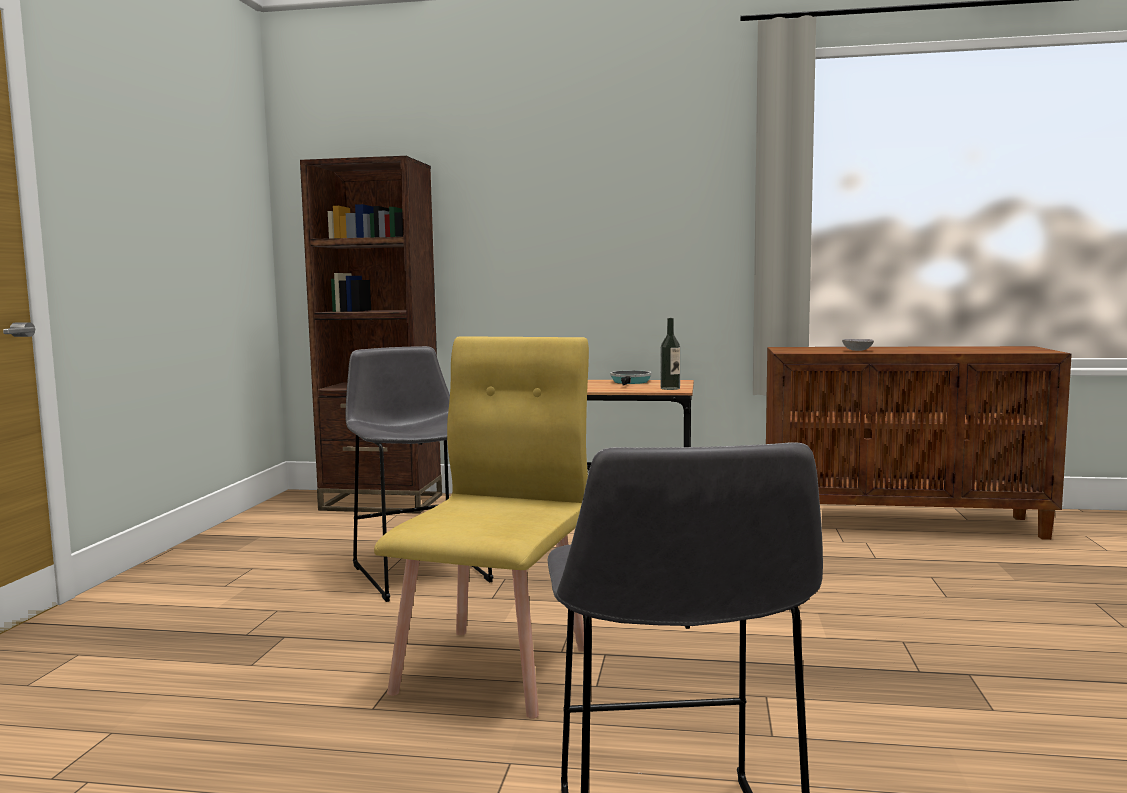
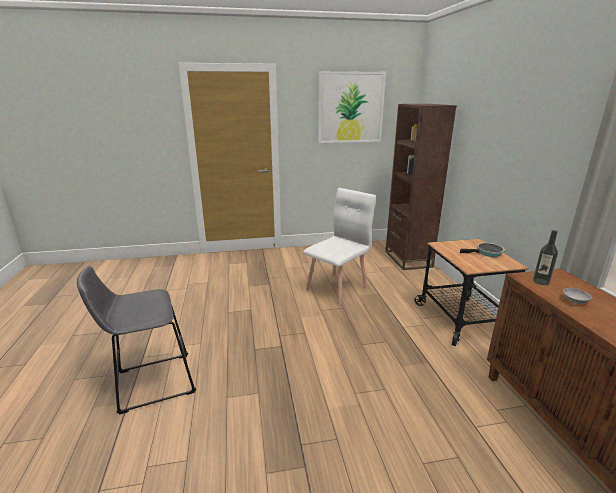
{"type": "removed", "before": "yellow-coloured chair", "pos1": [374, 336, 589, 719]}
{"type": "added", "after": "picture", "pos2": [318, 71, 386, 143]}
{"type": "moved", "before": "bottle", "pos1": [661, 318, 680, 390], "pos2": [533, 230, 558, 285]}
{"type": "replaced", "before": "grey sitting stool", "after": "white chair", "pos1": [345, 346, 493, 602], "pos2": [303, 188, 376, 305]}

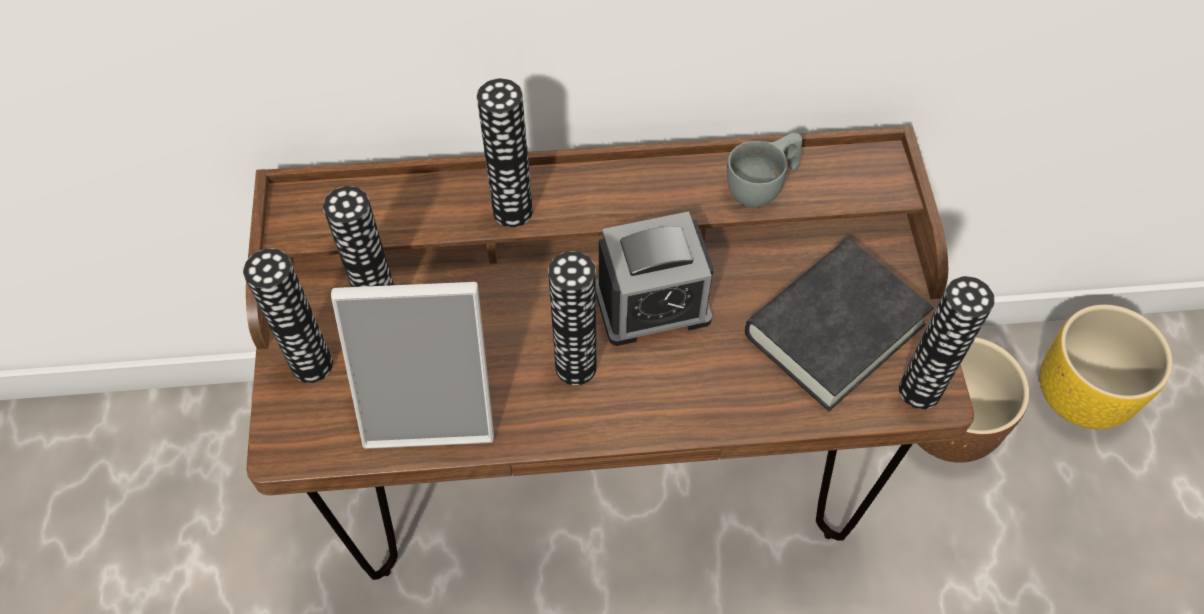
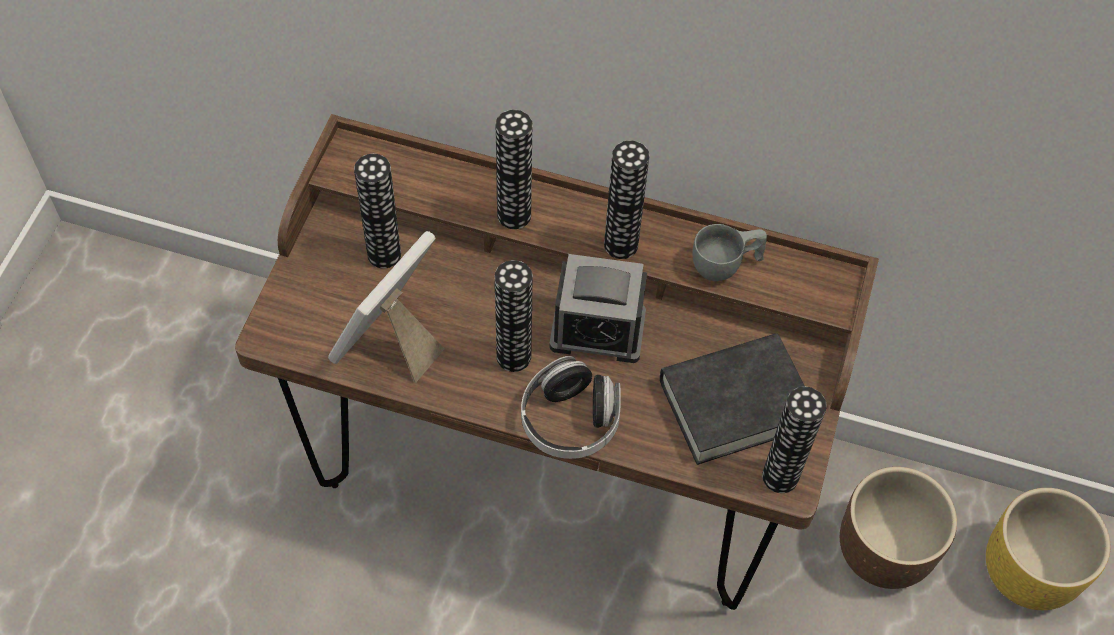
{"type": "added", "after": "headset", "pos2": [521, 356, 621, 459]}
{"type": "moved", "before": "flower vase", "pos1": [243, 249, 333, 383], "pos2": [604, 140, 649, 259]}
{"type": "turned", "before": "picture frame", "pos1": [331, 282, 494, 449], "pos2": [328, 231, 444, 383], "turn": 105}

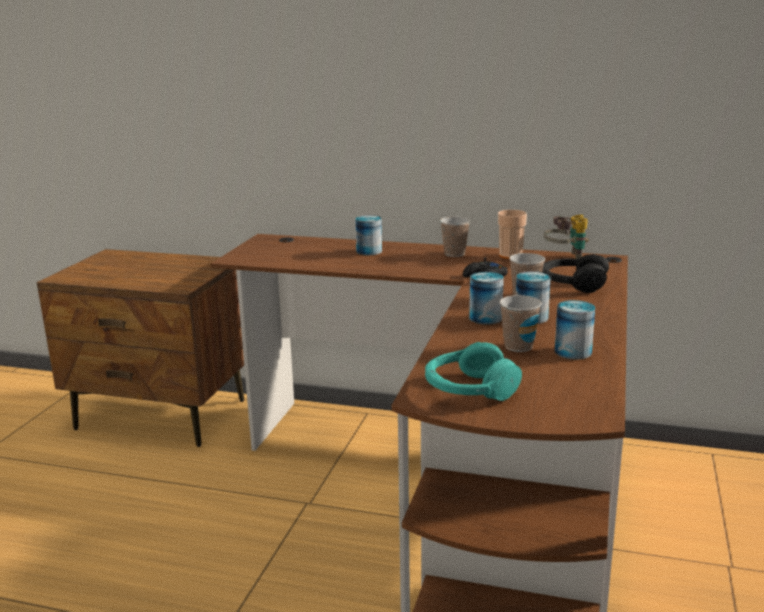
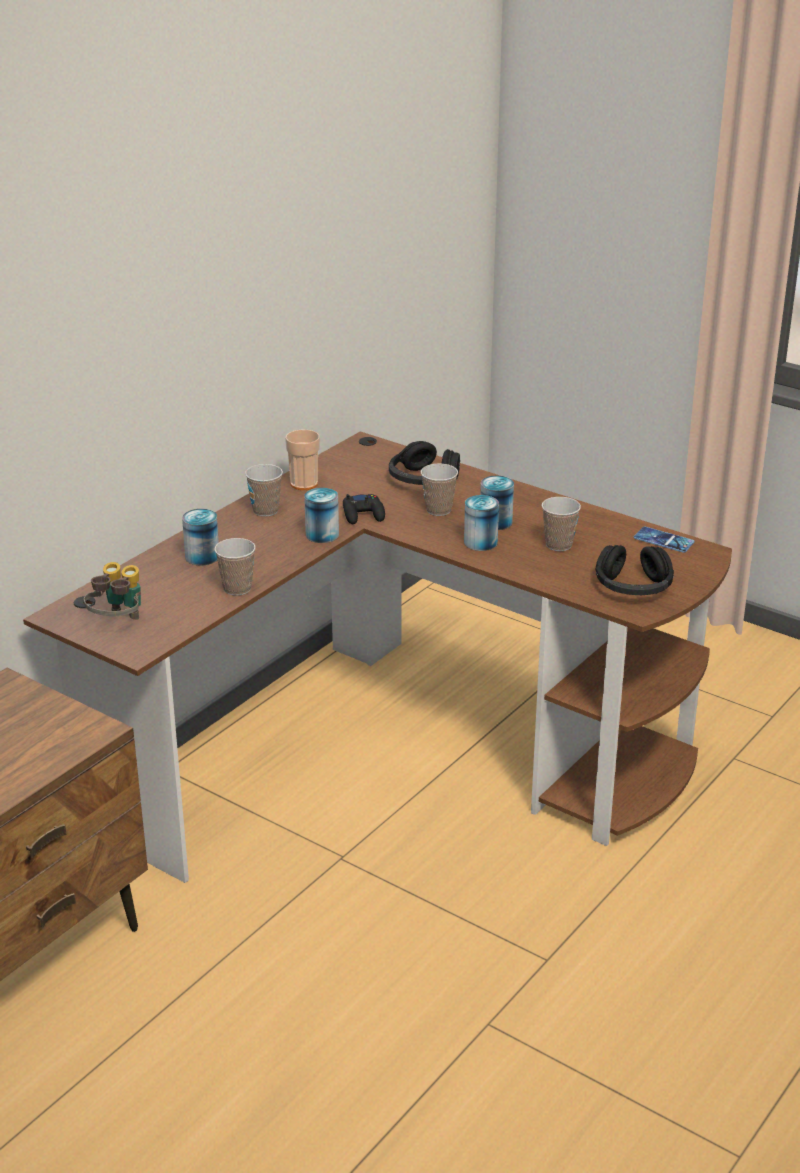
{"type": "added", "after": "small cup", "pos2": [214, 538, 256, 596]}
{"type": "added", "after": "handset", "pos2": [634, 527, 694, 553]}
{"type": "moved", "before": "pair of binoculars", "pos1": [544, 214, 589, 259], "pos2": [84, 562, 141, 620]}
{"type": "moved", "before": "metal can", "pos1": [555, 300, 595, 359], "pos2": [304, 488, 339, 543]}
{"type": "recoloured", "before": "turquoise-coloured headset", "after": "black-coloured headset", "pos1": [425, 342, 522, 401], "pos2": [596, 545, 674, 595]}

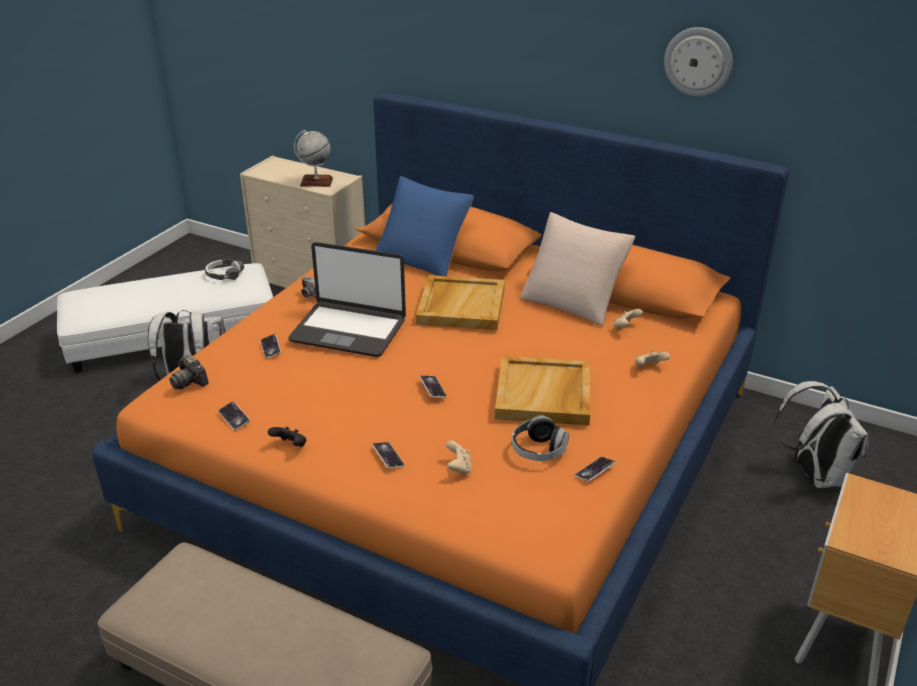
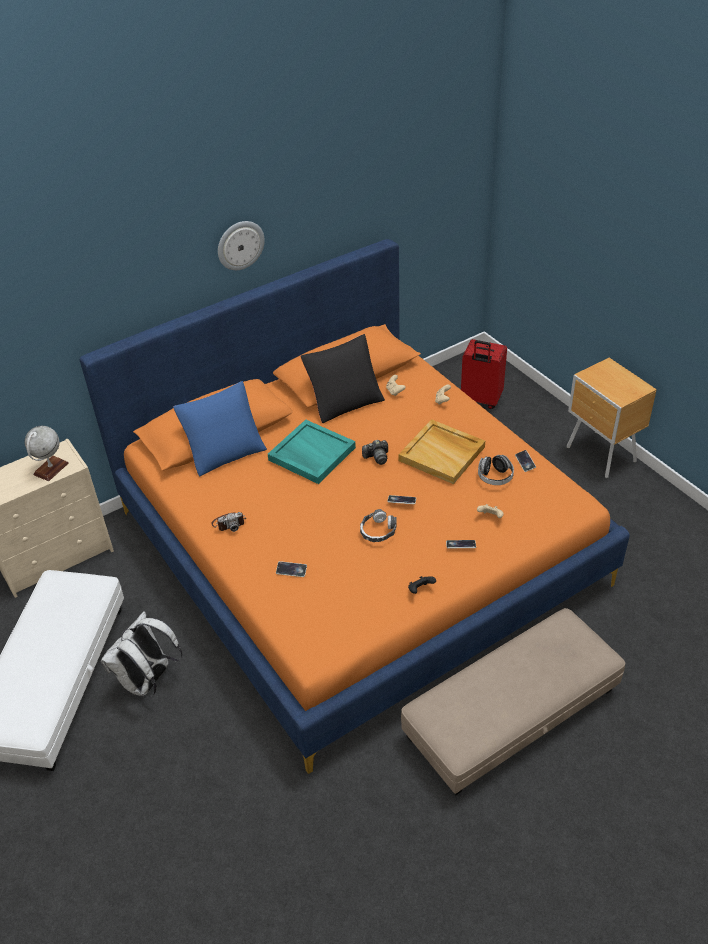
{"type": "removed", "before": "handset", "pos1": [218, 401, 250, 431]}
{"type": "removed", "before": "portable computer", "pos1": [288, 242, 406, 357]}
{"type": "moved", "before": "photo camera", "pos1": [169, 356, 209, 389], "pos2": [362, 440, 388, 465]}
{"type": "moved", "before": "headset", "pos1": [205, 259, 244, 280], "pos2": [360, 509, 397, 542]}
{"type": "moved", "before": "hanging clock", "pos1": [664, 27, 733, 97], "pos2": [218, 221, 265, 270]}
{"type": "replaced", "before": "white backpack", "after": "reddish suitcase", "pos1": [774, 381, 869, 488], "pos2": [461, 339, 507, 409]}
{"type": "recoloured", "before": "sand-coloured tray", "after": "turquoise-coloured tray", "pos1": [416, 275, 505, 330], "pos2": [268, 420, 356, 484]}
{"type": "recoloured", "before": "sand-coloured pillow", "after": "black-coloured pillow", "pos1": [520, 212, 635, 326], "pos2": [300, 334, 385, 423]}

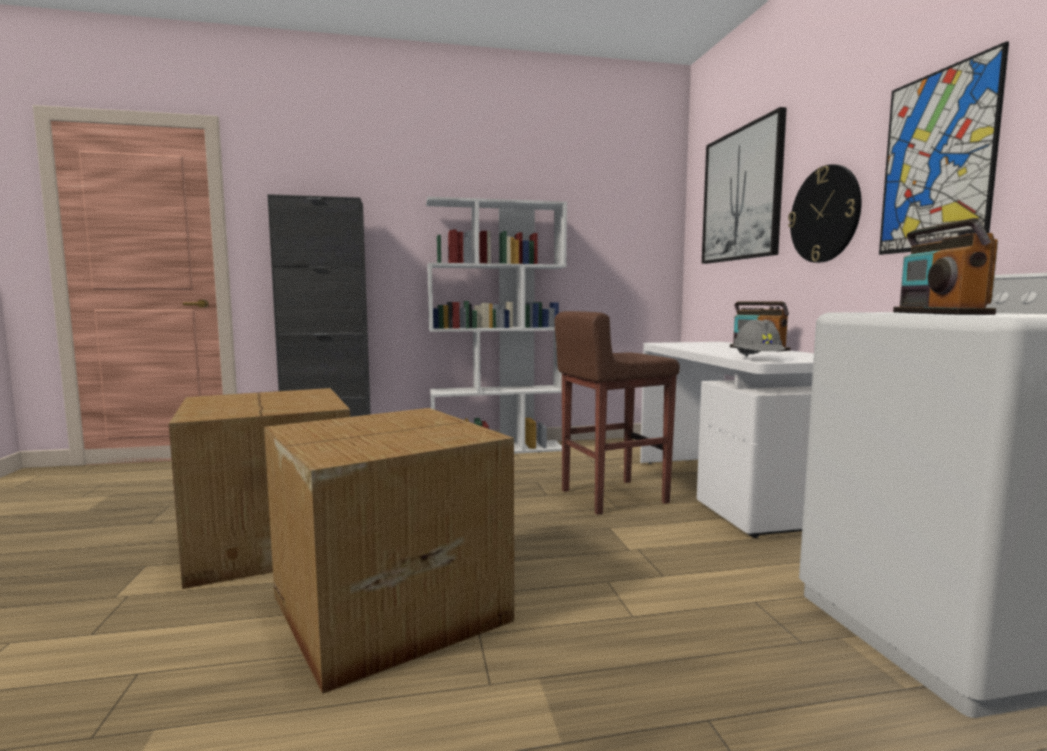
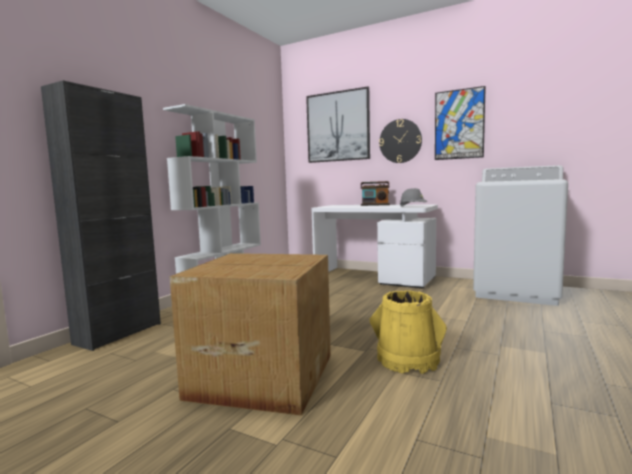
{"type": "removed", "before": "brown sitting stool", "pos1": [555, 311, 680, 515]}
{"type": "removed", "before": "radio set", "pos1": [893, 218, 998, 315]}
{"type": "replaced", "before": "packing box", "after": "yellow-coloured bucket", "pos1": [264, 408, 514, 694], "pos2": [369, 290, 447, 374]}

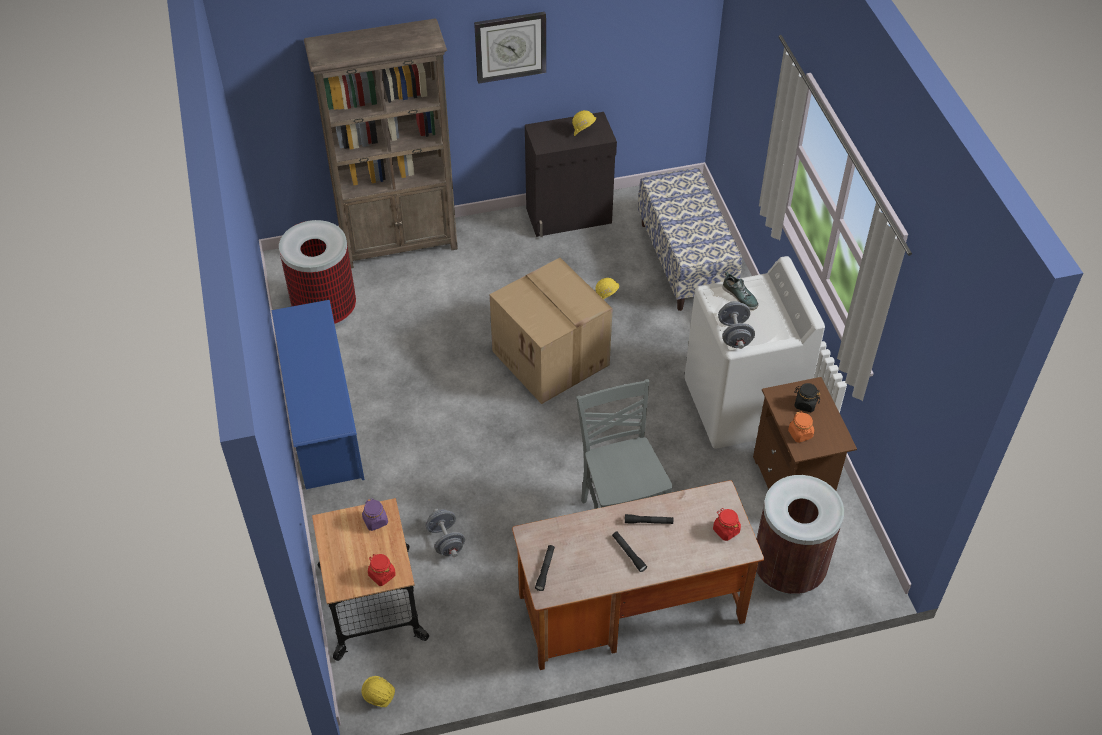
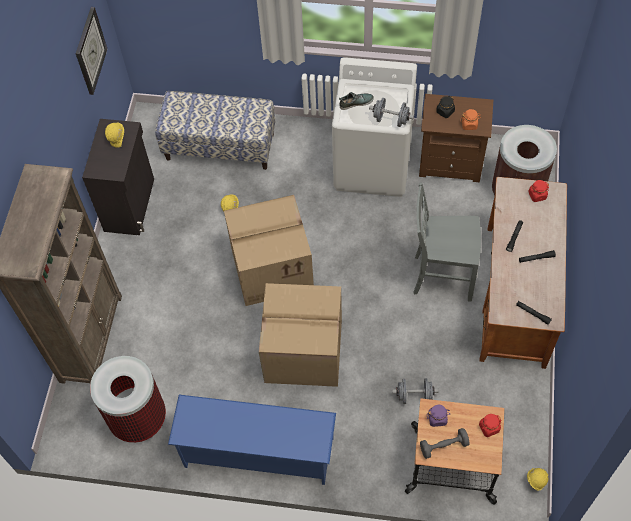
{"type": "added", "after": "packing box", "pos2": [259, 283, 342, 387]}
{"type": "added", "after": "grey free weight", "pos2": [420, 428, 470, 459]}
{"type": "moved", "before": "hanging clock", "pos1": [474, 12, 546, 84], "pos2": [76, 7, 107, 95]}

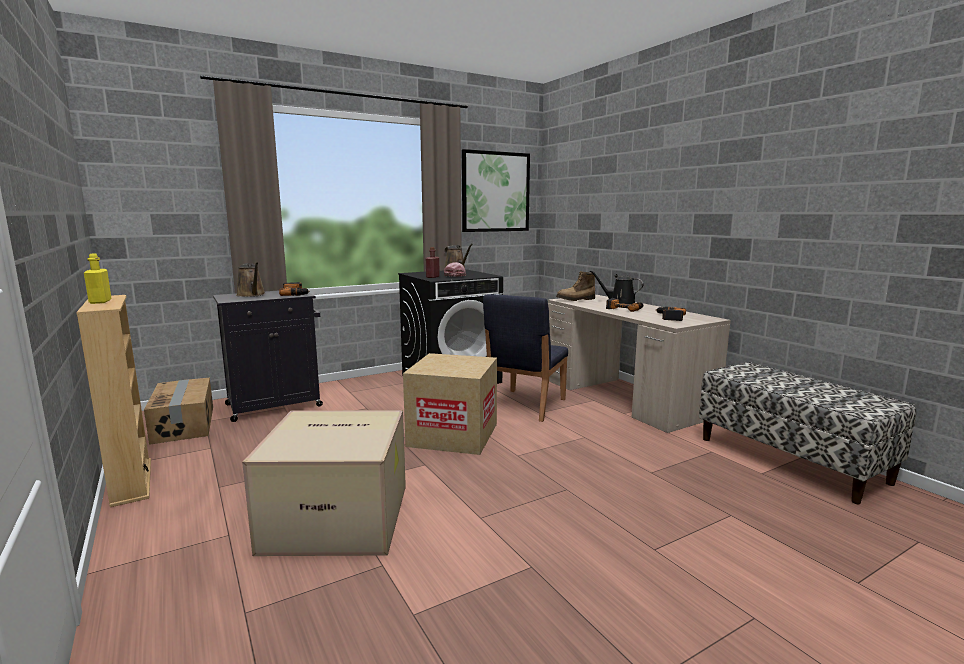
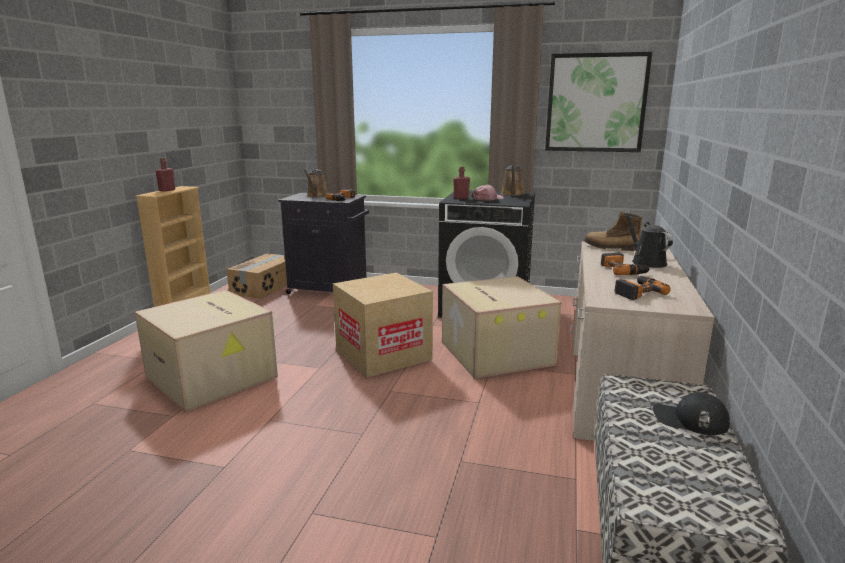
{"type": "added", "after": "black-coloured cap", "pos2": [653, 392, 730, 435]}
{"type": "replaced", "before": "blue chair", "after": "packing box", "pos1": [483, 294, 568, 422], "pos2": [442, 276, 562, 379]}
{"type": "recoloured", "before": "yellow-coloured bottle", "after": "reddish bottle", "pos1": [84, 254, 112, 304], "pos2": [155, 158, 176, 192]}

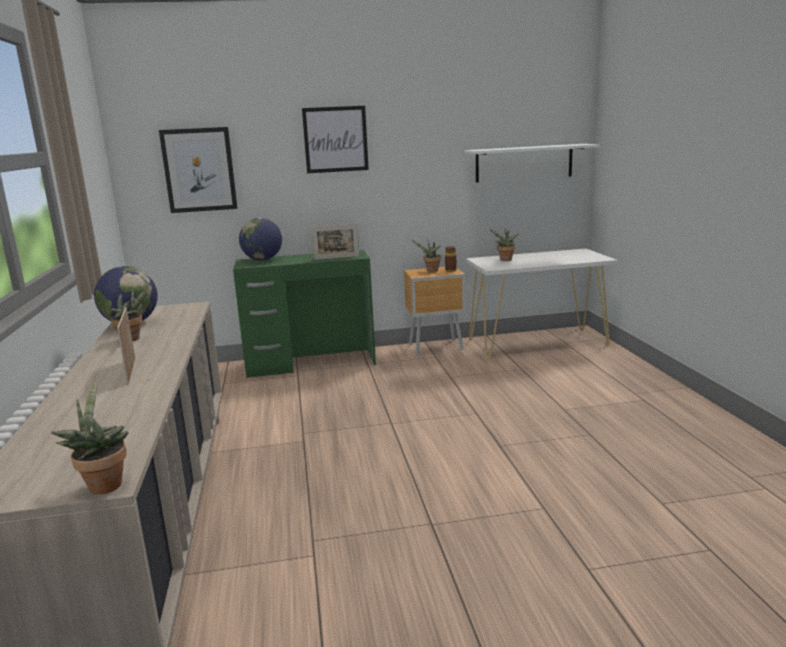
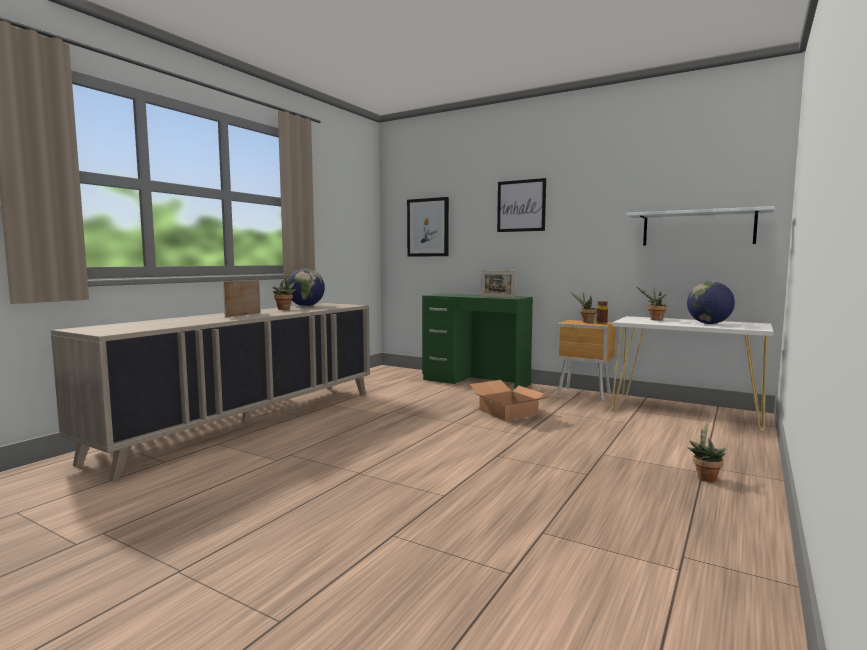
{"type": "added", "after": "packing box", "pos2": [469, 380, 551, 421]}
{"type": "moved", "before": "plant in a pot", "pos1": [51, 383, 128, 494], "pos2": [687, 423, 725, 482]}
{"type": "moved", "before": "desk globe", "pos1": [239, 218, 282, 261], "pos2": [687, 281, 735, 324]}

